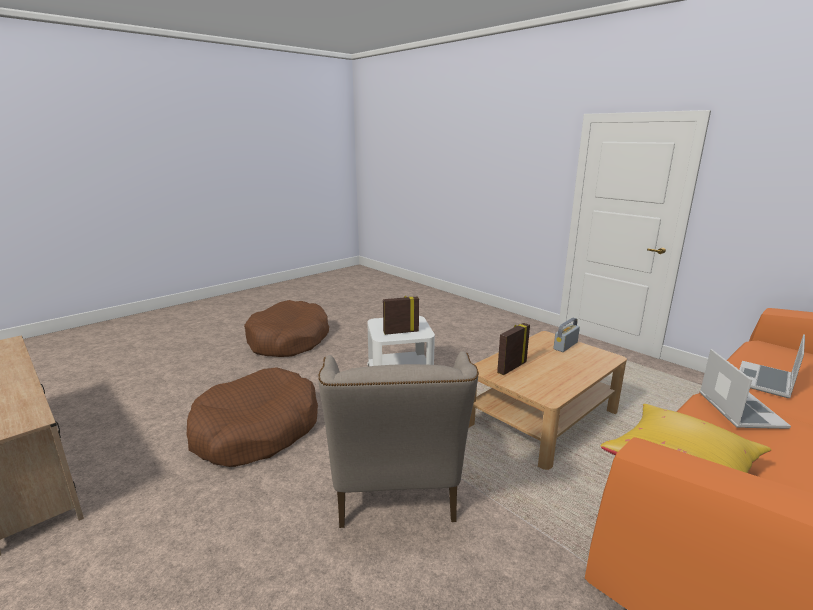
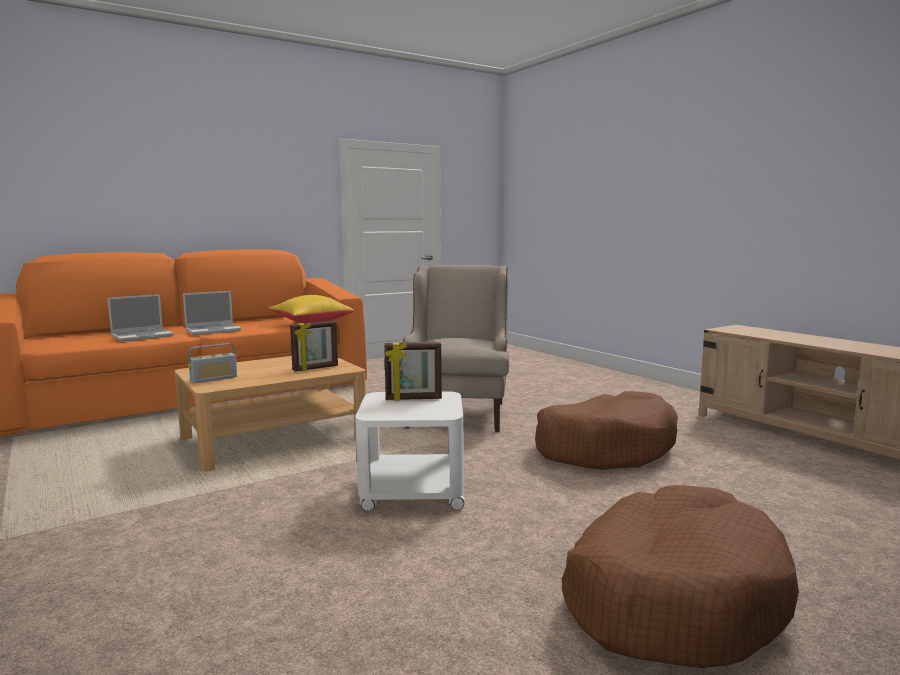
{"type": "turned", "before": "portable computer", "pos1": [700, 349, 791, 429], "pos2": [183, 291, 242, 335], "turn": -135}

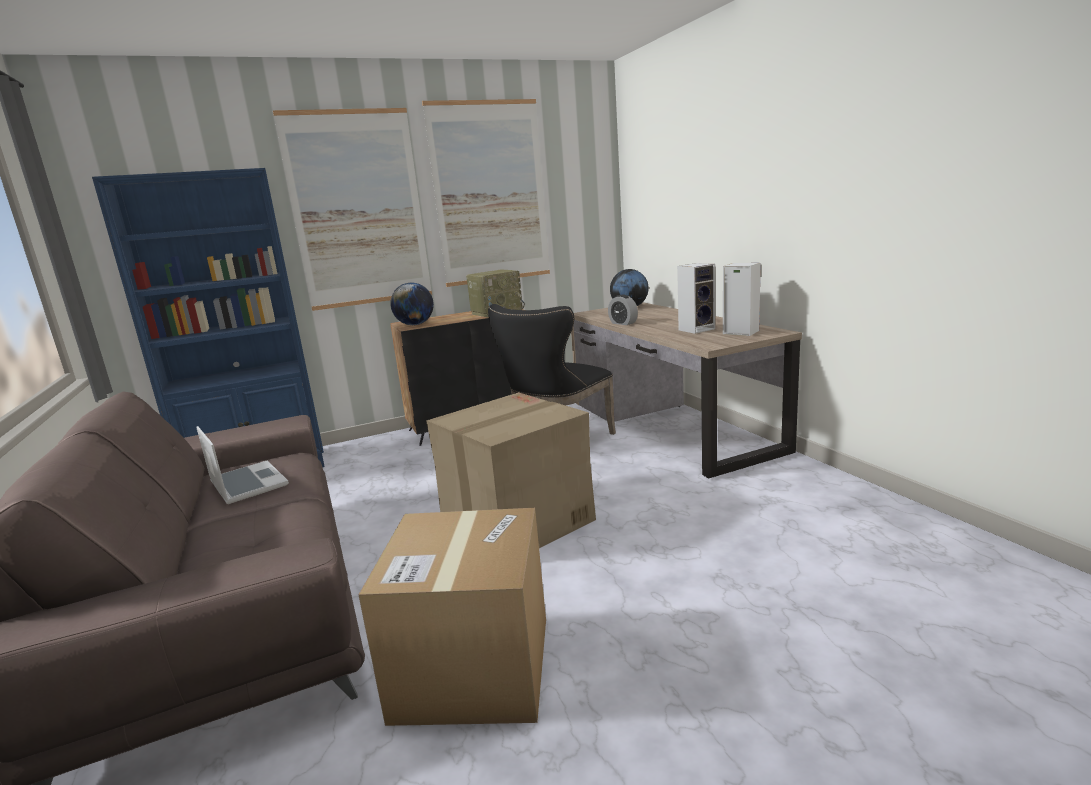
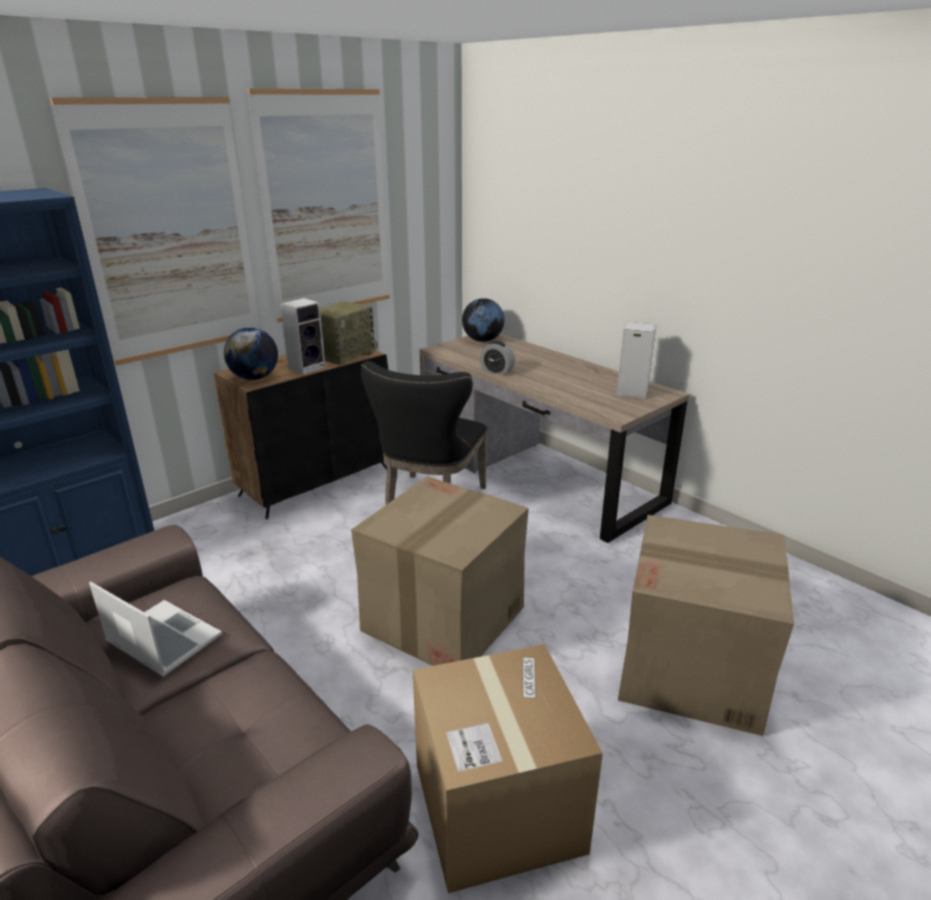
{"type": "added", "after": "packing box", "pos2": [618, 515, 794, 736]}
{"type": "moved", "before": "speaker", "pos1": [677, 263, 715, 334], "pos2": [280, 298, 326, 375]}

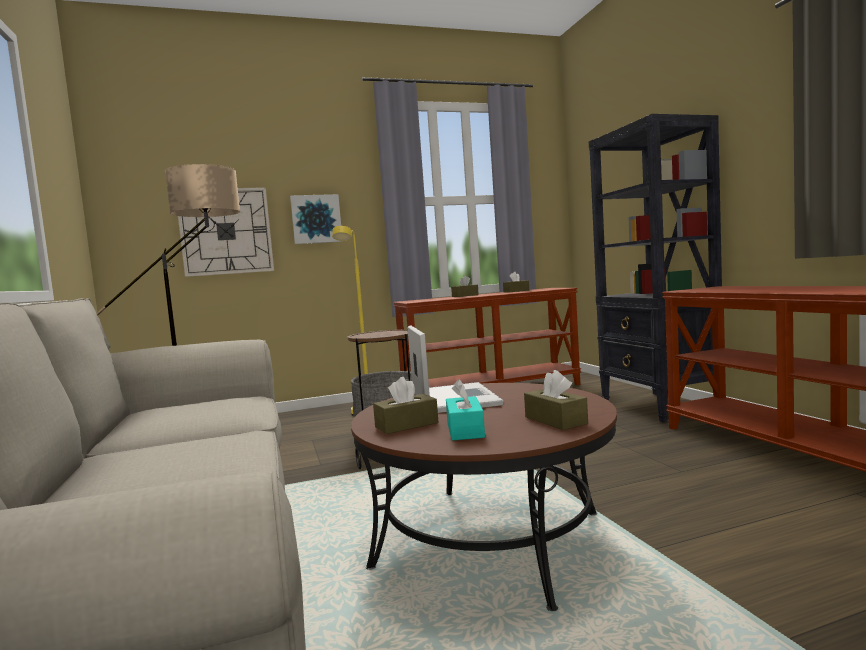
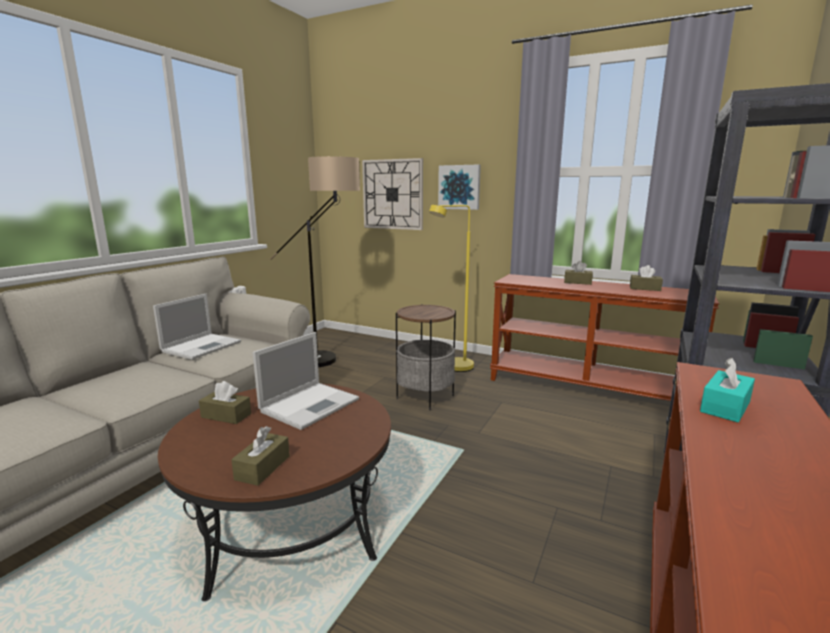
{"type": "added", "after": "portable computer", "pos2": [153, 294, 241, 360]}
{"type": "moved", "before": "turquoise-coloured box of tissues", "pos1": [446, 379, 485, 441], "pos2": [700, 357, 755, 422]}

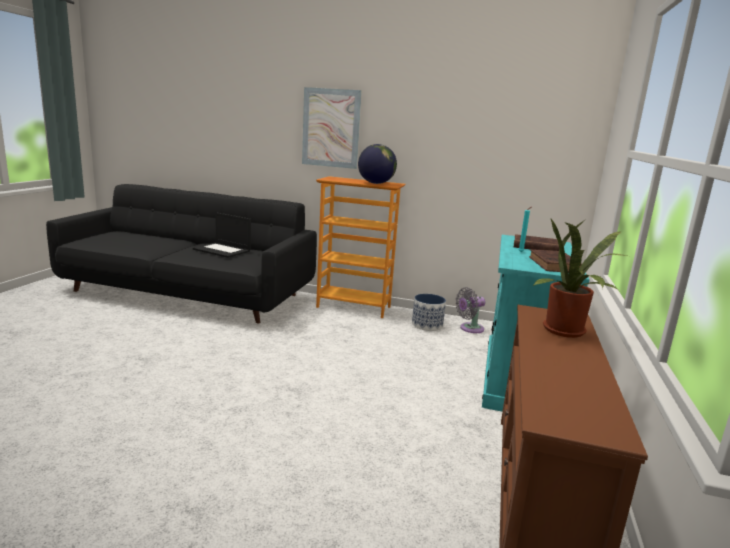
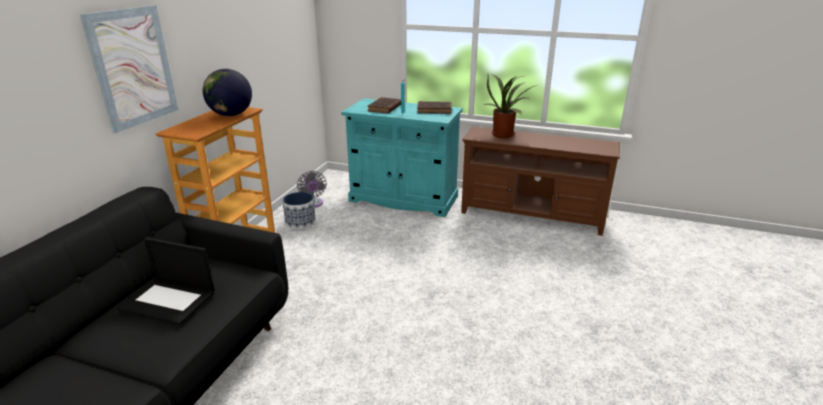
{"type": "turned", "before": "portable computer", "pos1": [193, 212, 251, 258], "pos2": [117, 237, 215, 325], "turn": 75}

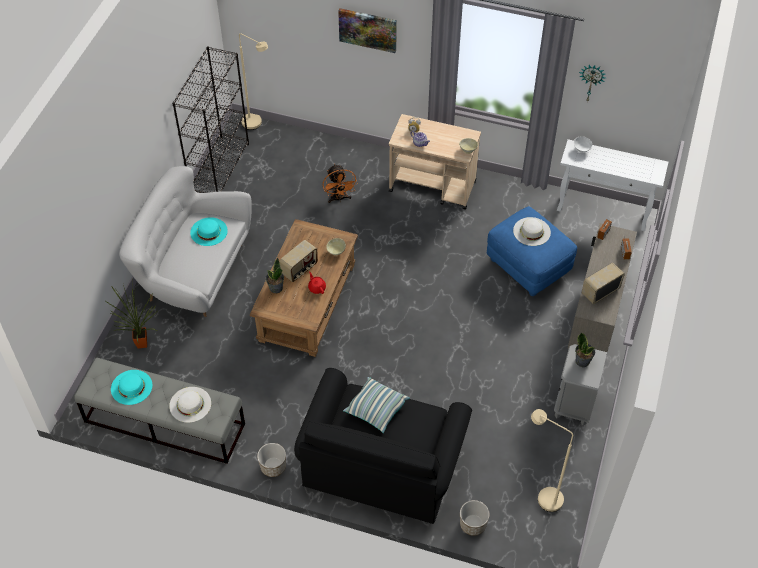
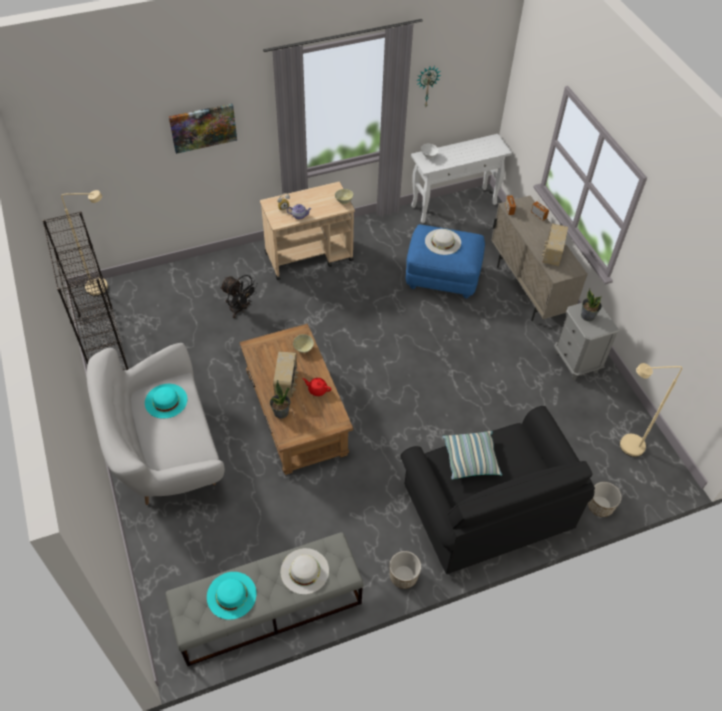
{"type": "removed", "before": "plant in a pot", "pos1": [104, 280, 157, 349]}
{"type": "recoloured", "before": "orange-coloured cooling fan", "after": "black-coloured cooling fan", "pos1": [323, 164, 358, 203], "pos2": [220, 275, 258, 318]}

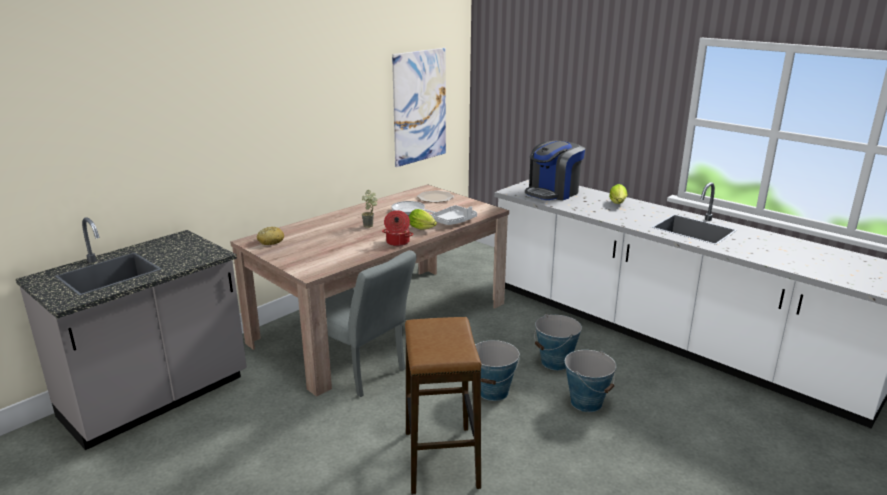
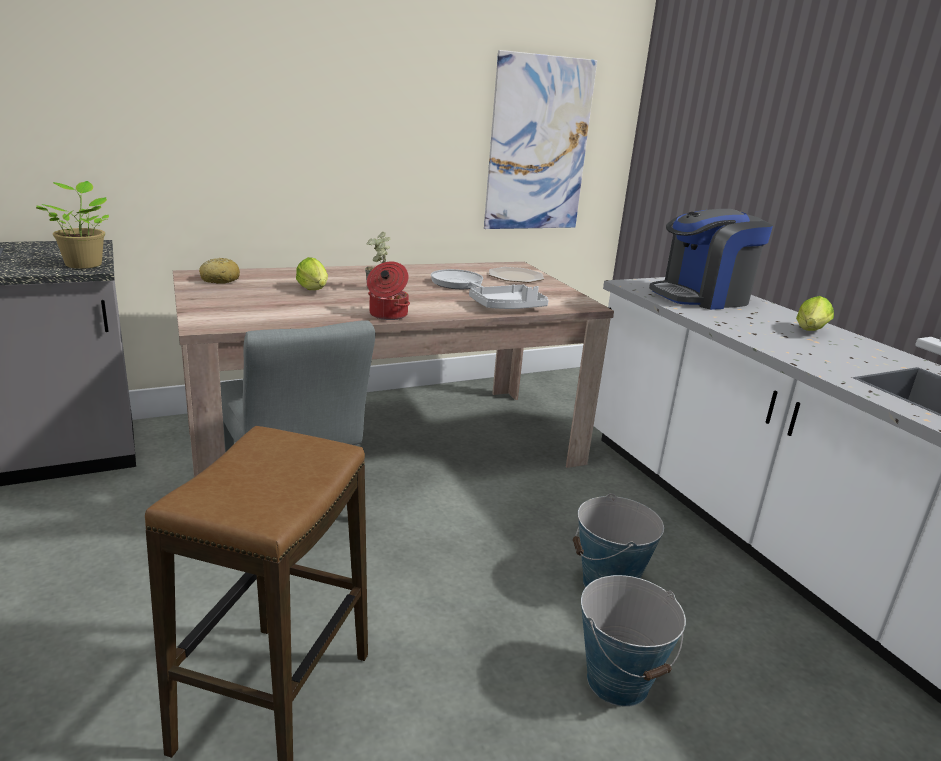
{"type": "removed", "before": "bucket", "pos1": [475, 340, 520, 401]}
{"type": "added", "after": "plant in a pot", "pos2": [36, 181, 109, 269]}
{"type": "moved", "before": "lettuce head", "pos1": [409, 209, 437, 230], "pos2": [296, 257, 328, 290]}

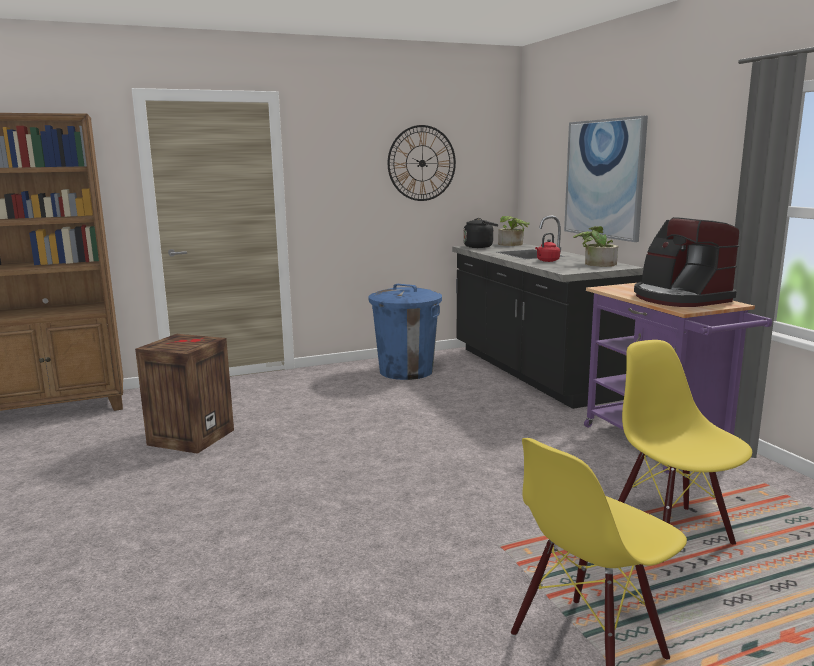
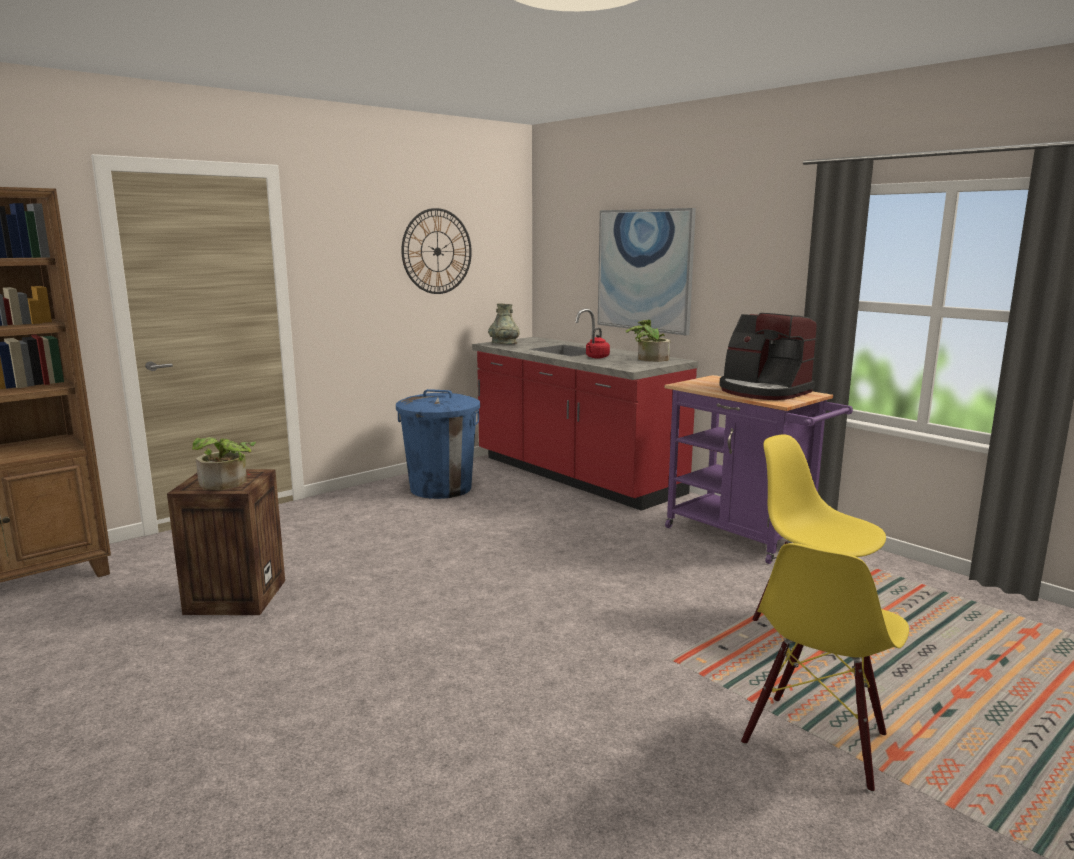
{"type": "moved", "before": "plant in a pot", "pos1": [498, 216, 530, 246], "pos2": [192, 437, 256, 490]}
{"type": "replaced", "before": "black-coloured kettle", "after": "grey flower vase", "pos1": [464, 218, 498, 248], "pos2": [488, 303, 520, 344]}
{"type": "recoloured", "before": "black-coloured kitchen base unit", "after": "reddish kitchen base unit", "pos1": [452, 216, 644, 409], "pos2": [472, 308, 698, 511]}

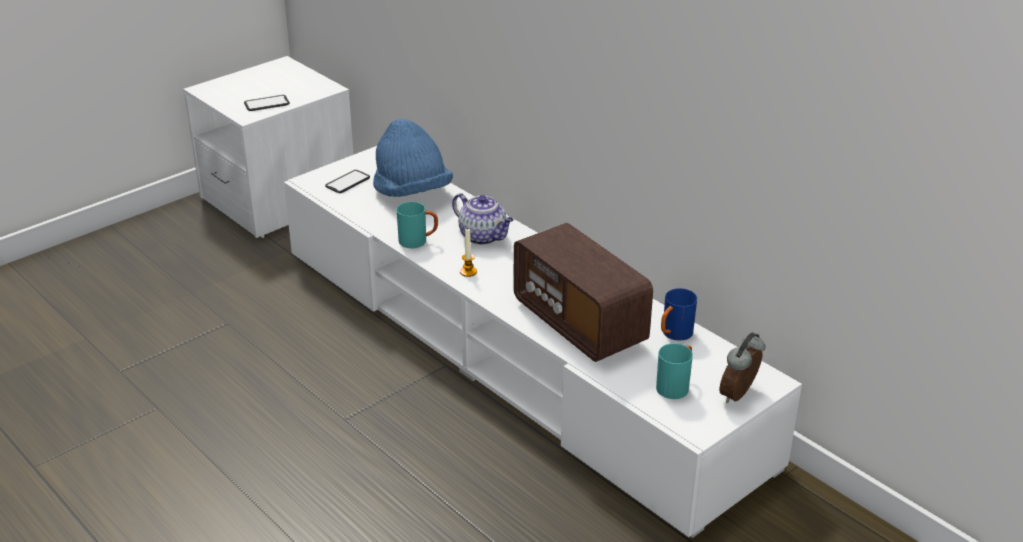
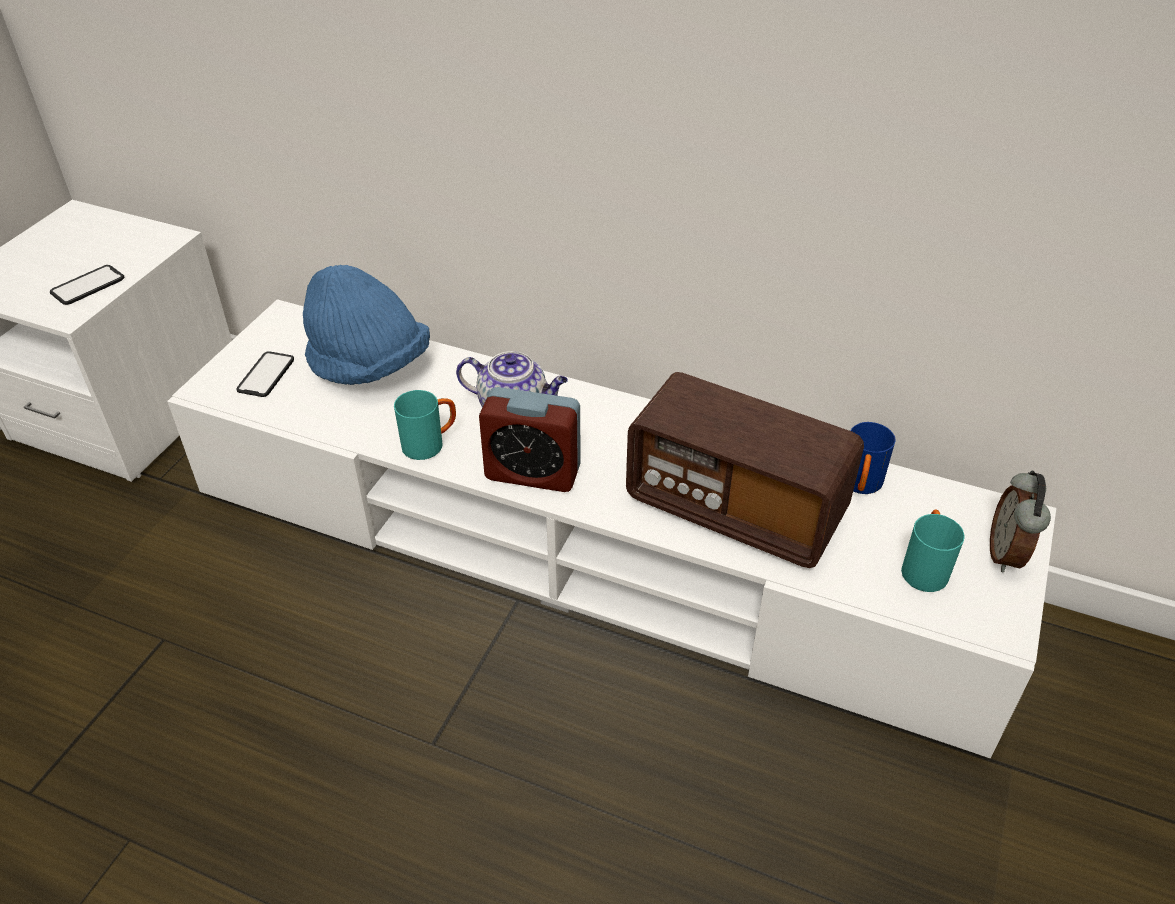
{"type": "replaced", "before": "wax light", "after": "alarm clock", "pos1": [460, 228, 477, 277], "pos2": [479, 387, 581, 492]}

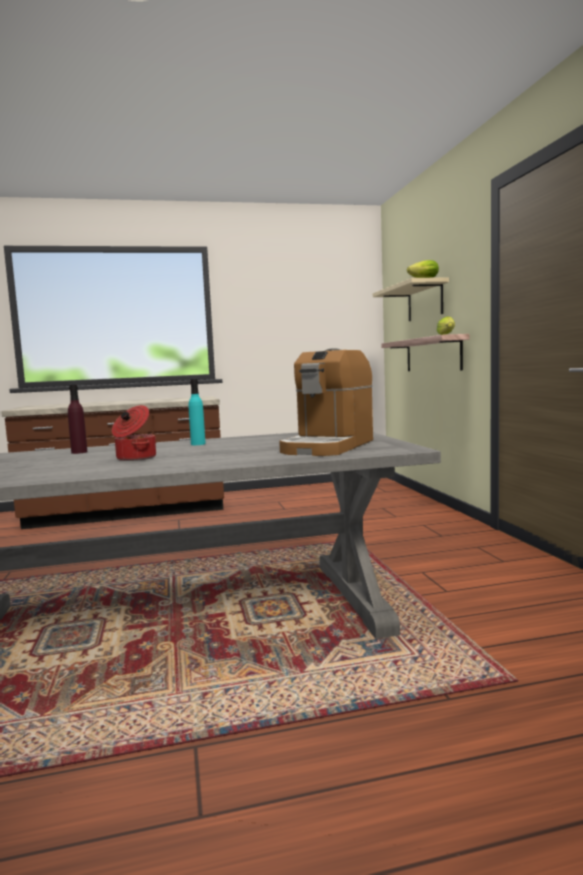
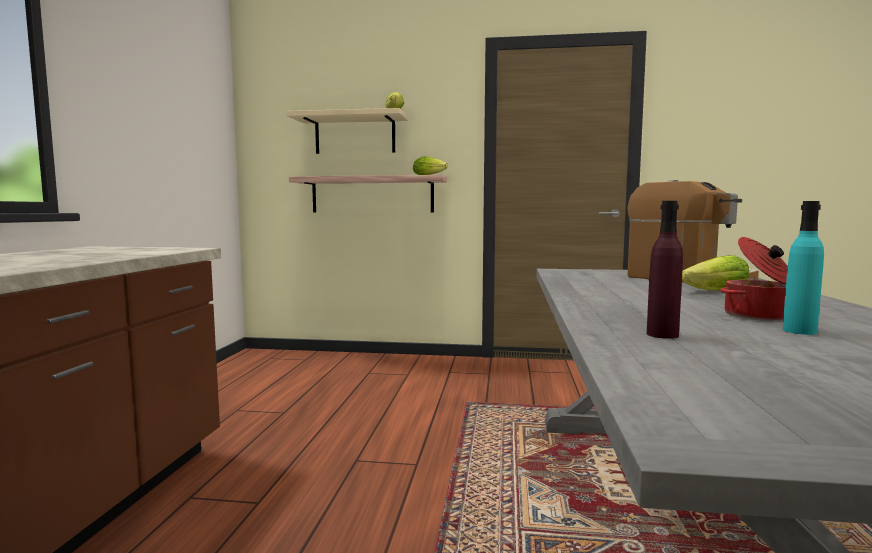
{"type": "added", "after": "lettuce head", "pos2": [682, 255, 749, 291]}
{"type": "moved", "before": "turquoise-coloured bottle", "pos1": [188, 379, 206, 445], "pos2": [783, 201, 824, 335]}

